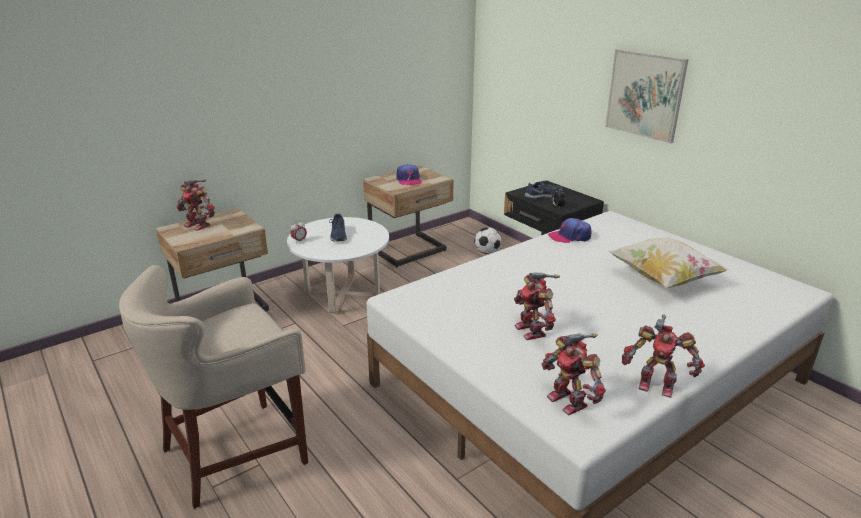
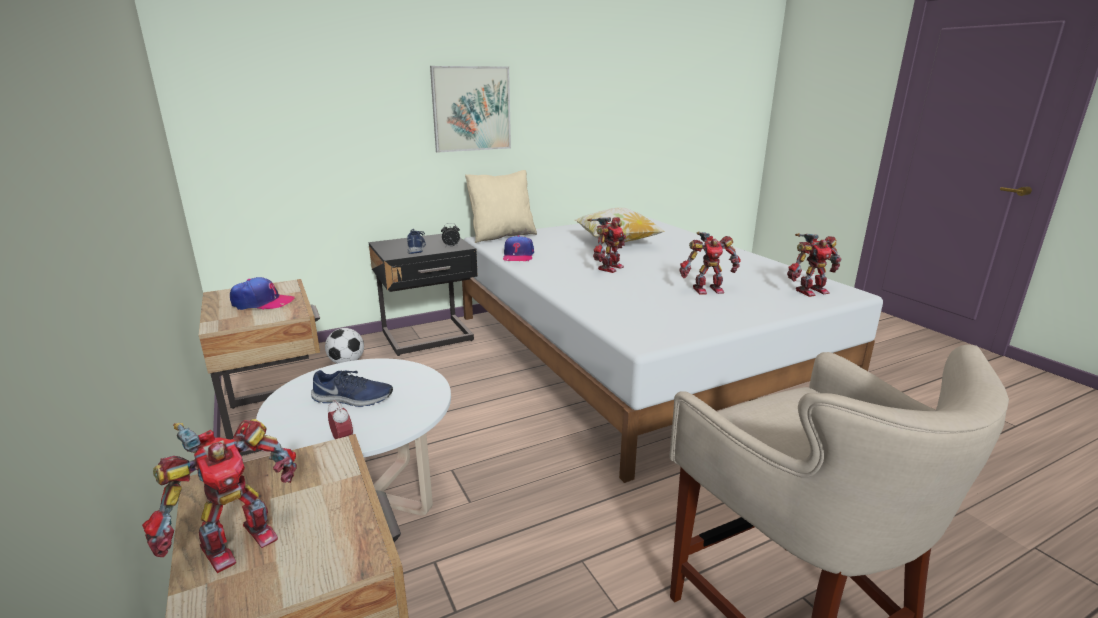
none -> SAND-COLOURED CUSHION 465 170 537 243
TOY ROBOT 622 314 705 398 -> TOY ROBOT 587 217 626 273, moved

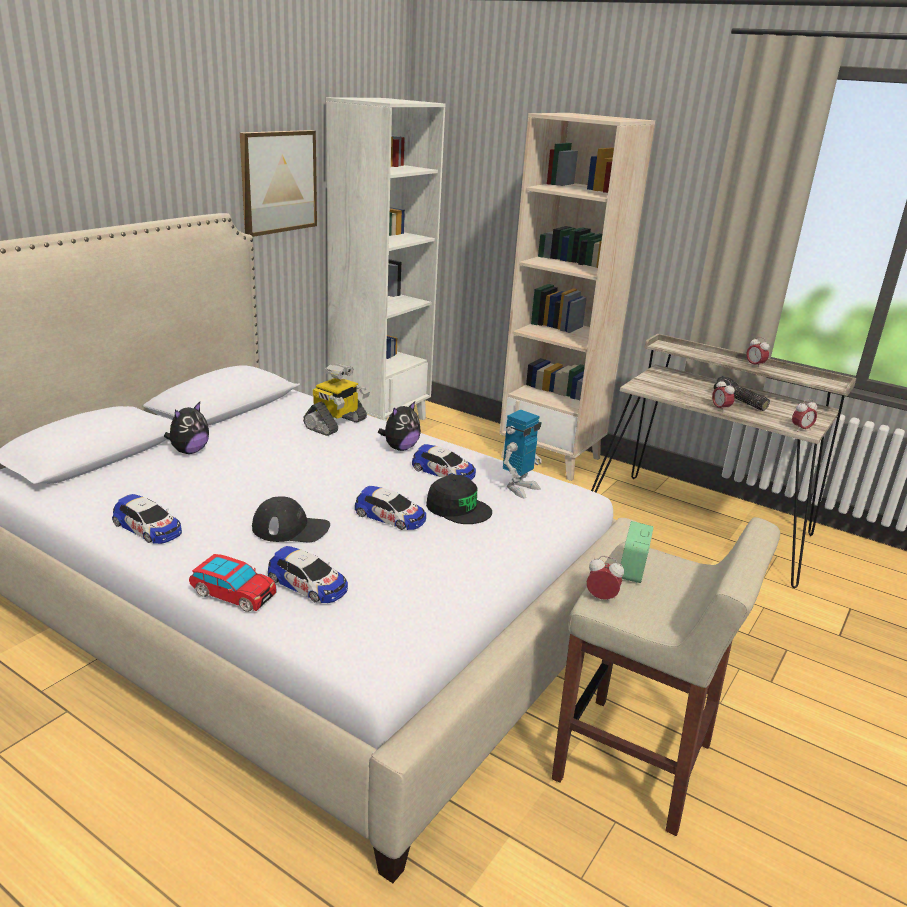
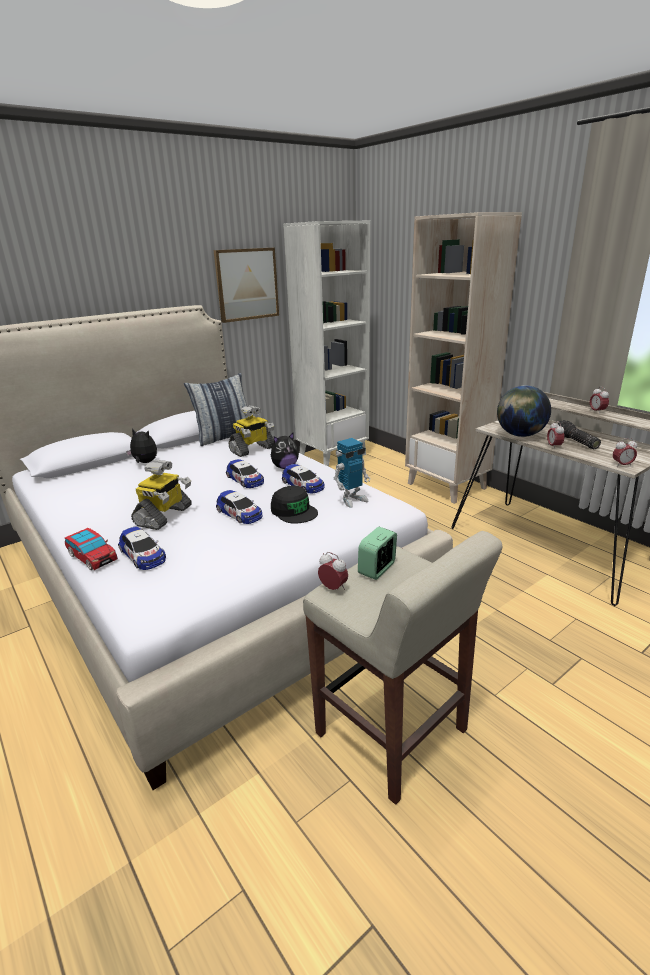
CUDDLY TOY 164 402 209 454 -> CUDDLY TOY 126 428 157 463, 120 degrees counterclockwise
BLACKISH PEAKED CAP 252 496 330 542 -> TOY ROBOT 131 460 192 530
none -> CUSHION 184 373 248 446
MODEL CAR 112 494 182 544 -> MODEL CAR 226 459 264 488, moved
none -> GLOBE 497 386 551 437

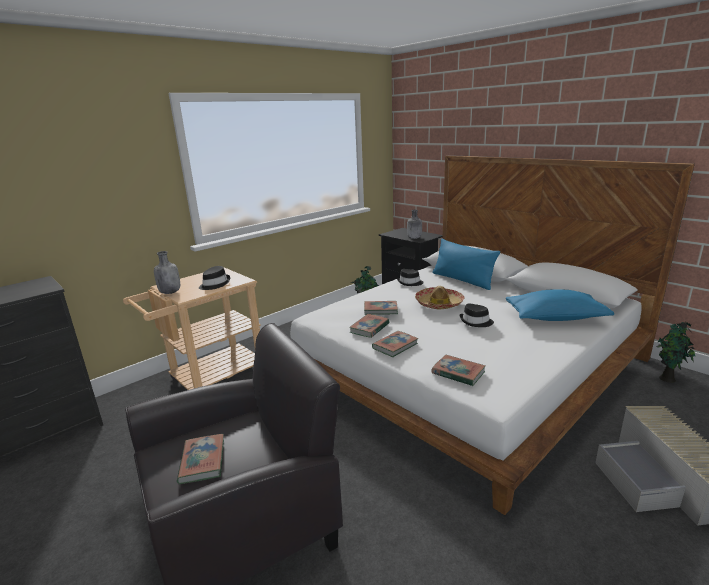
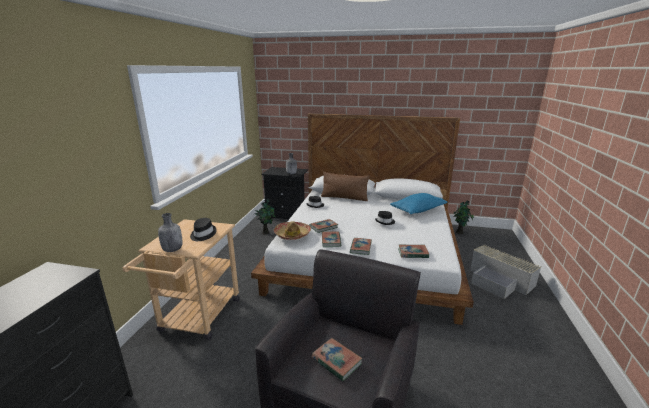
HAT 415 286 464 309 -> HAT 274 221 311 240, moved
BLUE-COLOURED CUSHION 433 239 500 290 -> BROWN CUSHION 321 172 370 201

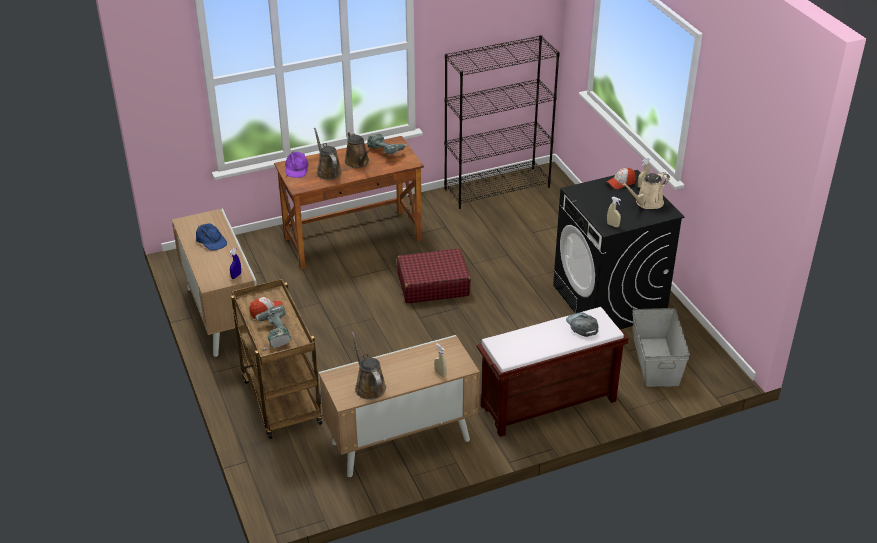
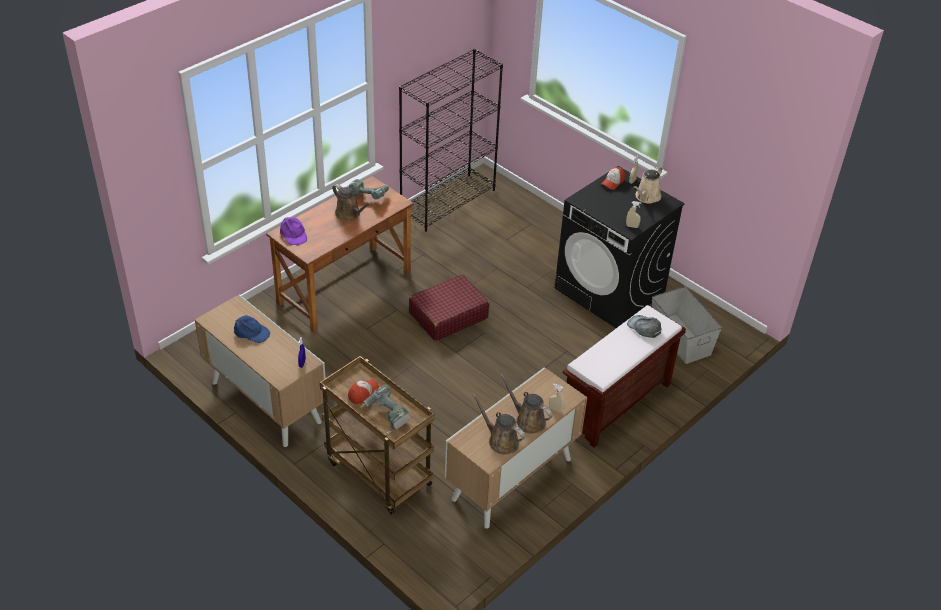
BROWN WATERING POT 314 128 342 180 -> BROWN WATERING POT 500 374 552 434, moved

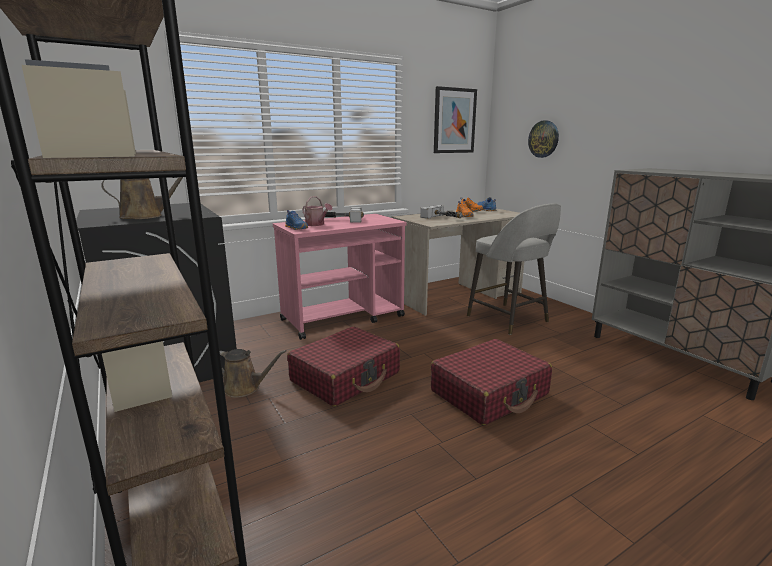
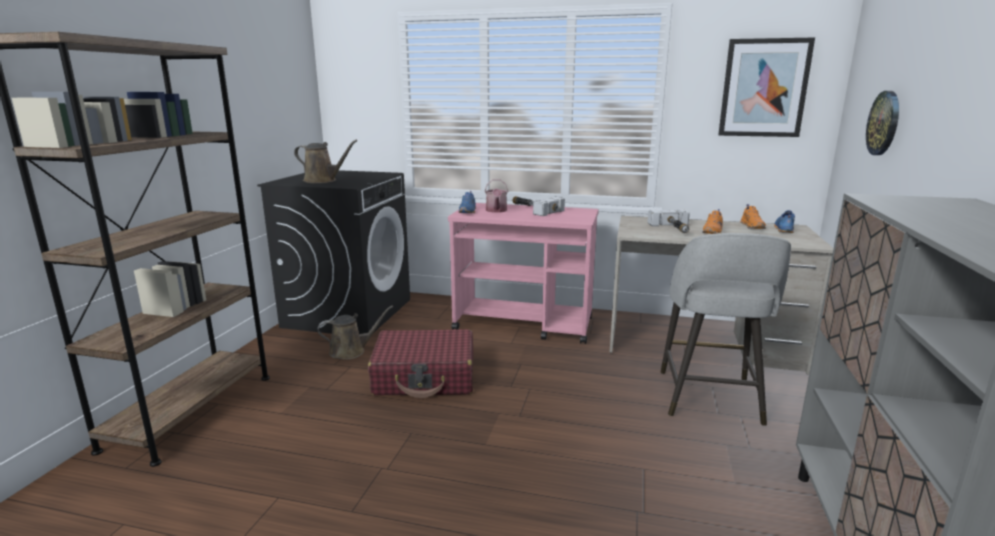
BROWN WATERING POT 220 349 287 398 -> BROWN WATERING POT 318 305 393 360, 75 degrees counterclockwise
REDDISH TRAVEL CASE 431 339 552 425 -> none

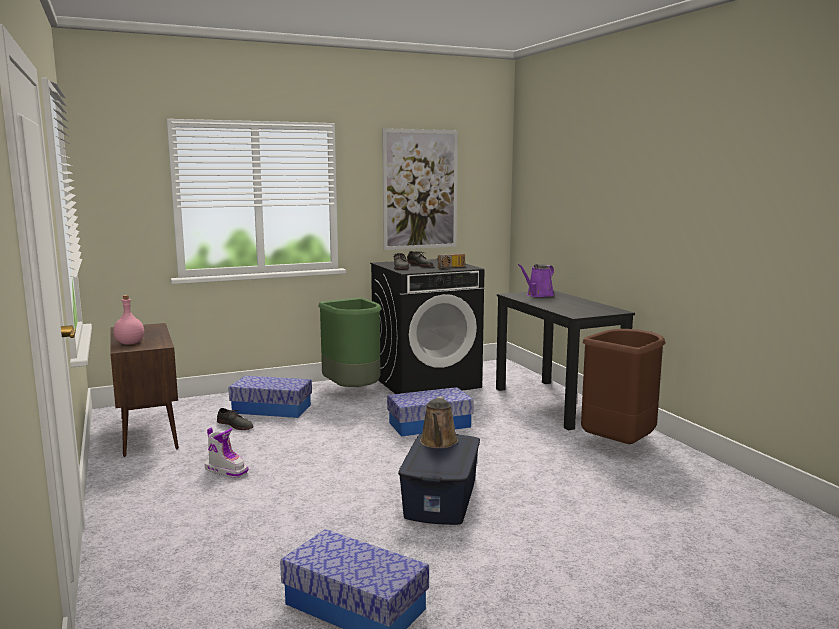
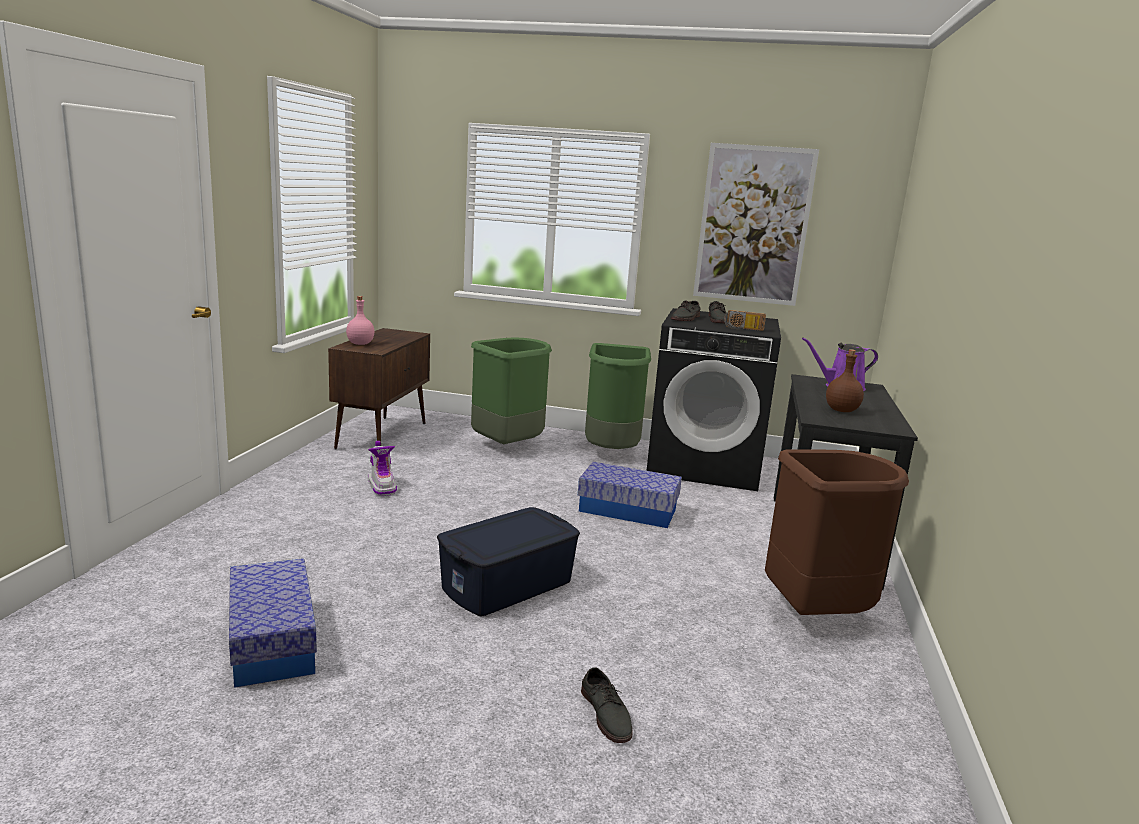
STORAGE BOX 228 376 312 418 -> GREENISH WASTE BIN 471 337 552 444
GREY ITEM OF FOOTWEAR 217 408 253 430 -> GREY ITEM OF FOOTWEAR 581 667 633 743, moved
none -> BROWN BOTTLE 826 349 864 412
BROWN WATERING POT 420 396 458 449 -> none

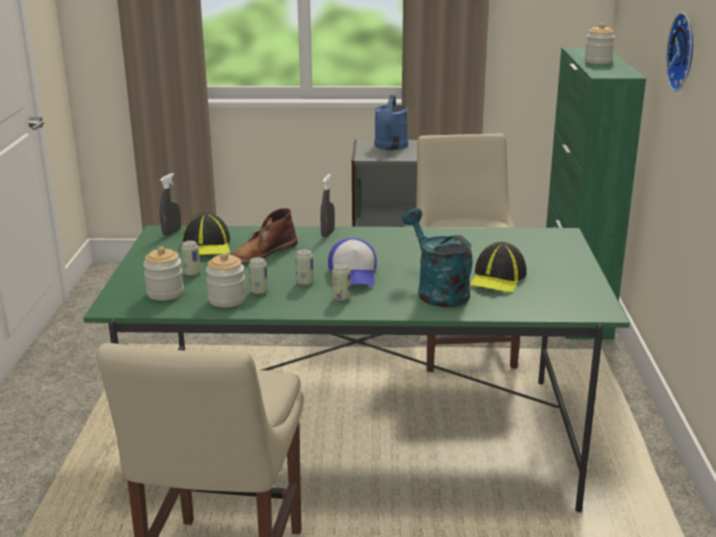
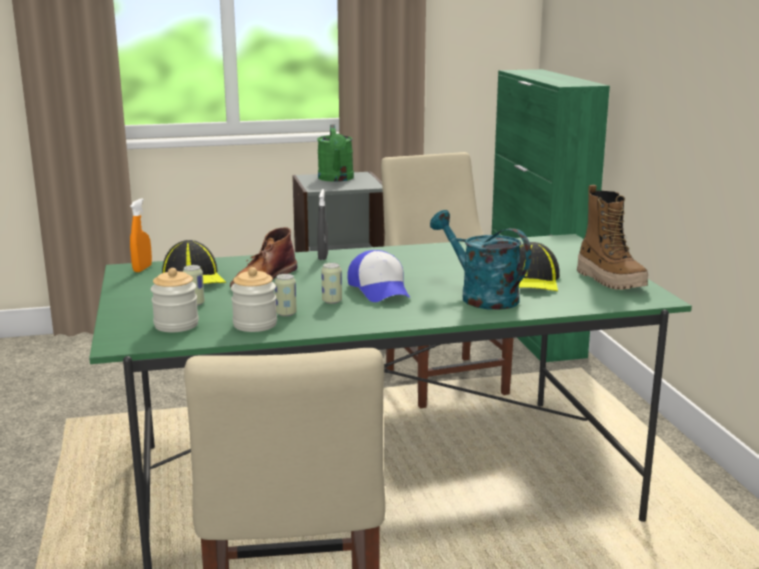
GREY HAND SPRAYER 160 173 181 236 -> ORANGE-COLOURED HAND SPRAYER 130 198 152 272
BLUE-COLOURED WATERING POT 374 95 408 150 -> GREENISH WATERING POT 317 125 354 182
none -> HIGH-TOP BOOT 577 185 648 290
CAN 332 263 351 301 -> none
PRESERVE JAR 584 23 615 64 -> none
WALL CLOCK 666 12 693 91 -> none

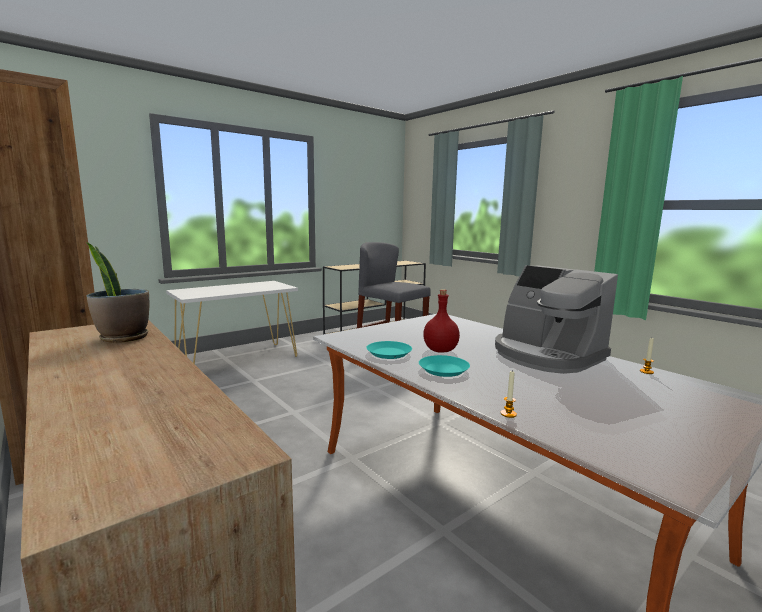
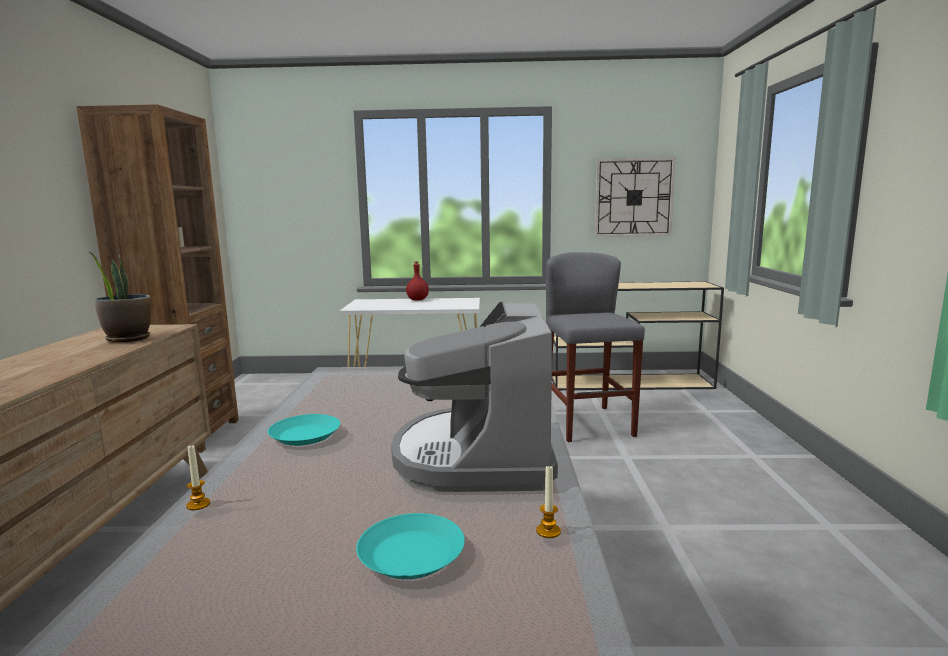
BLUE-GREEN DINNER PLATE 366 341 412 359 -> BLUE-GREEN DINNER PLATE 356 513 465 579, moved
REDDISH BOTTLE 423 289 460 353 -> REDDISH BOTTLE 406 261 429 301, moved
none -> WALL CLOCK 595 157 676 237

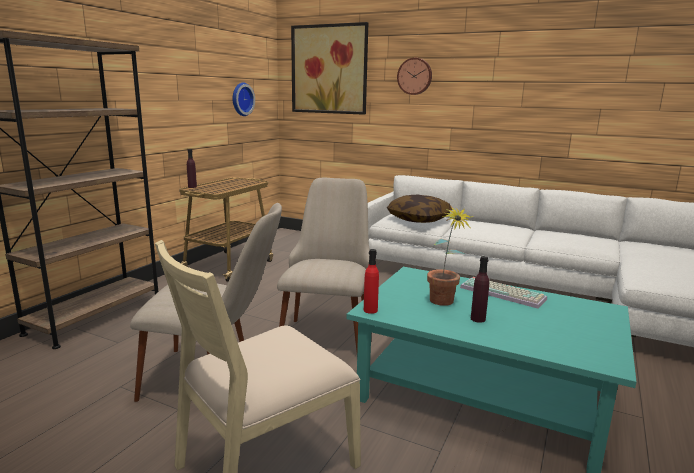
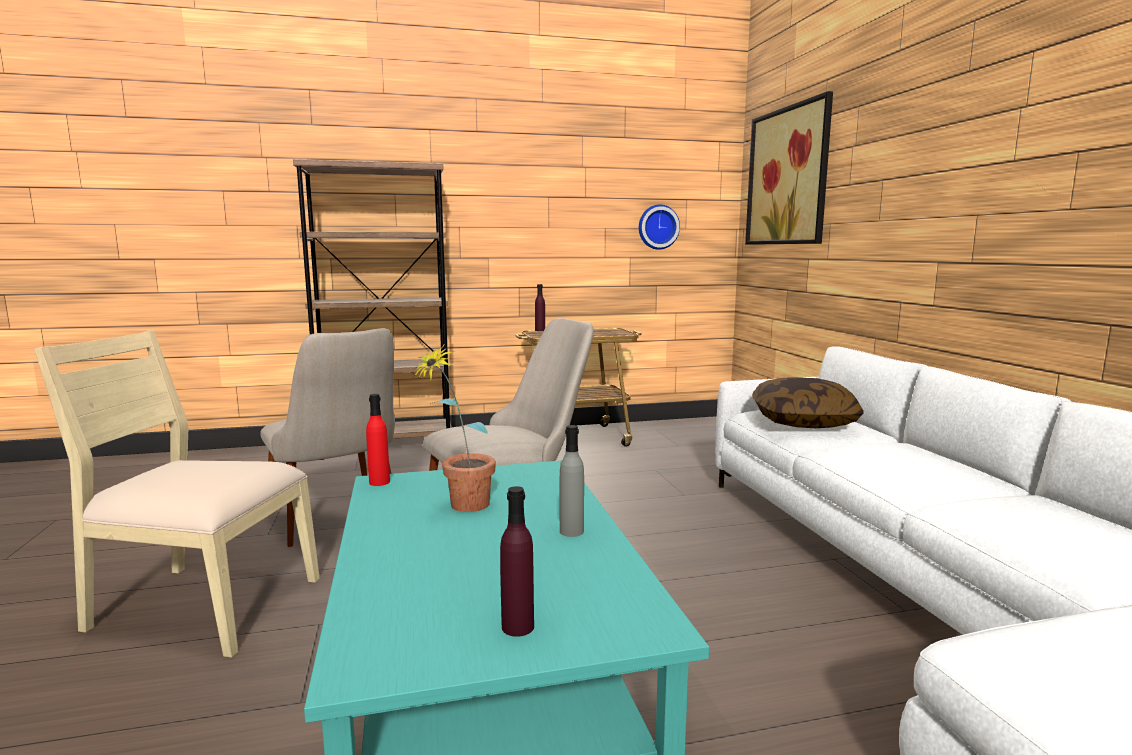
PURPLE BOTTLE 471 256 489 323 -> PURPLE BOTTLE 500 486 534 637, moved
COMPUTER KEYBOARD 460 277 547 309 -> GREY BOTTLE 560 425 584 537
WALL CLOCK 397 58 432 95 -> none

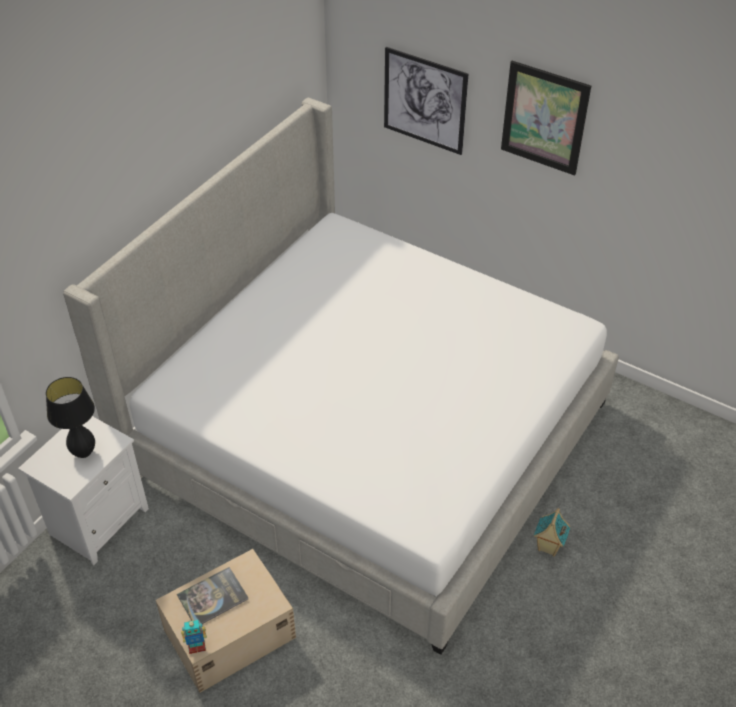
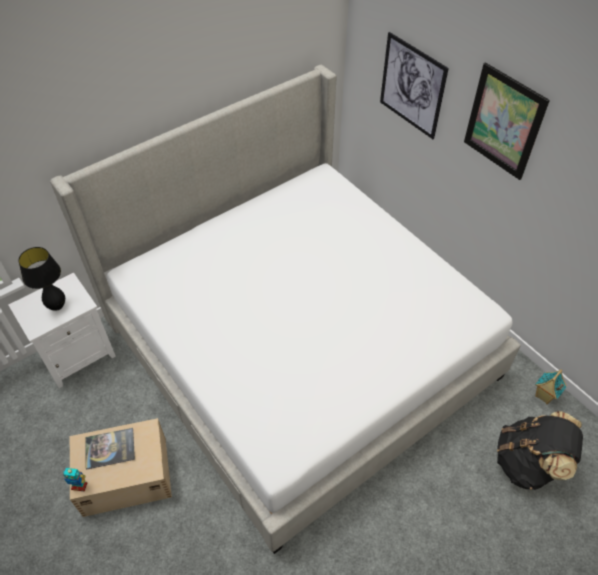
none -> BLACKISH KNAPSACK 497 411 583 490
MINIATURE HOUSE 534 508 570 556 -> MINIATURE HOUSE 535 369 567 404, moved

